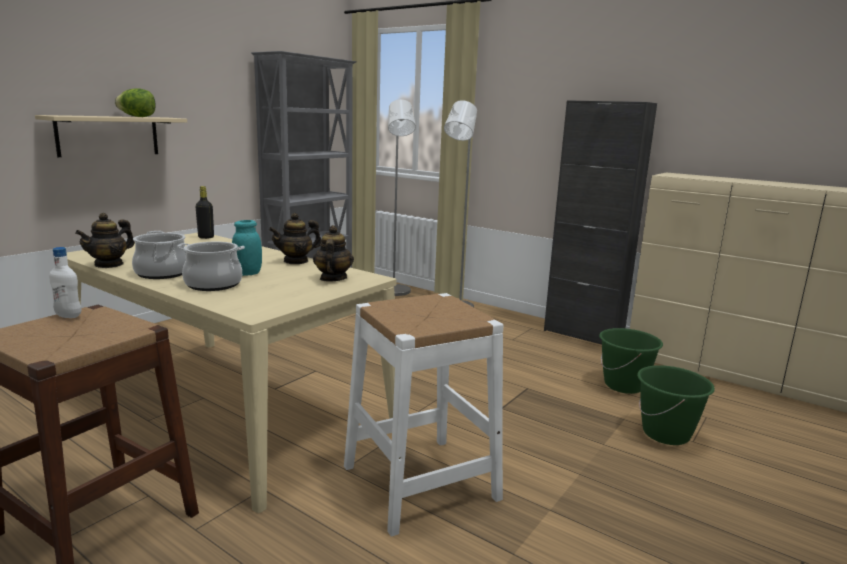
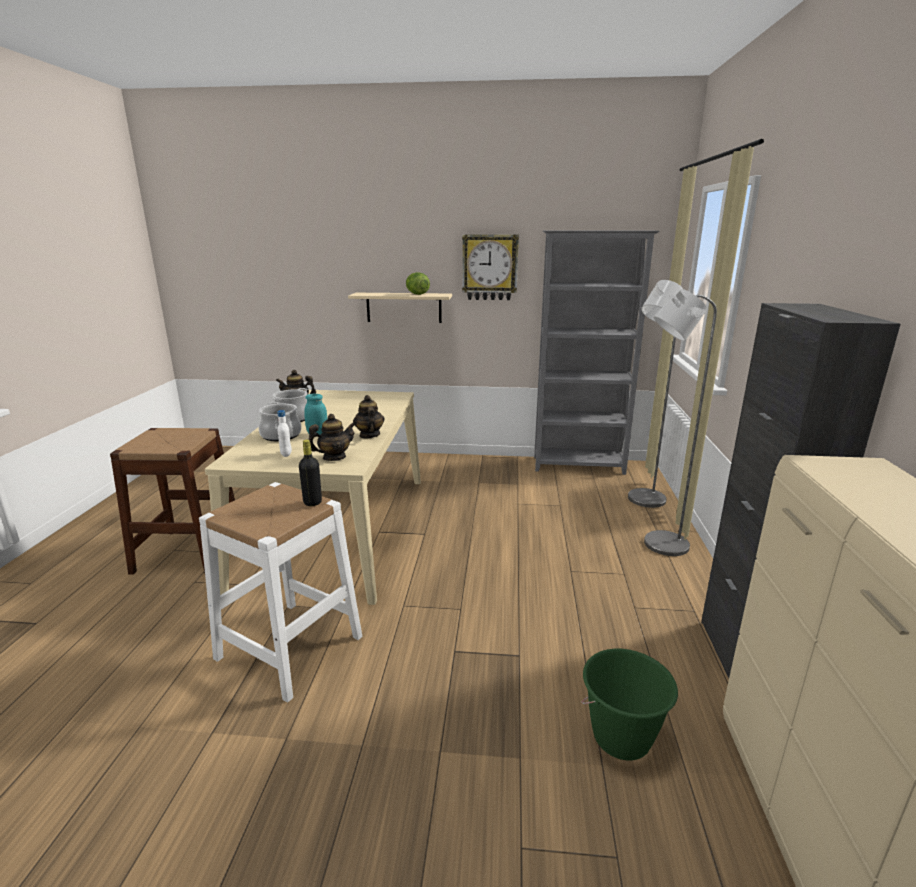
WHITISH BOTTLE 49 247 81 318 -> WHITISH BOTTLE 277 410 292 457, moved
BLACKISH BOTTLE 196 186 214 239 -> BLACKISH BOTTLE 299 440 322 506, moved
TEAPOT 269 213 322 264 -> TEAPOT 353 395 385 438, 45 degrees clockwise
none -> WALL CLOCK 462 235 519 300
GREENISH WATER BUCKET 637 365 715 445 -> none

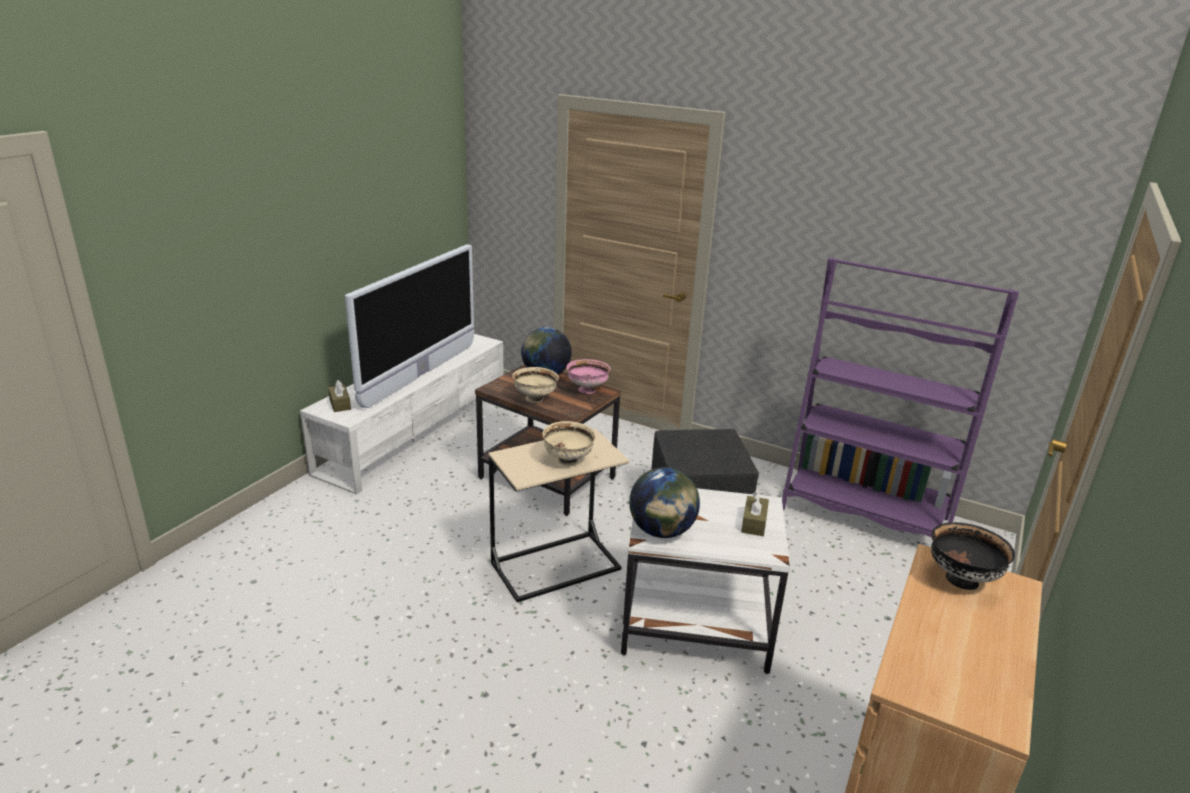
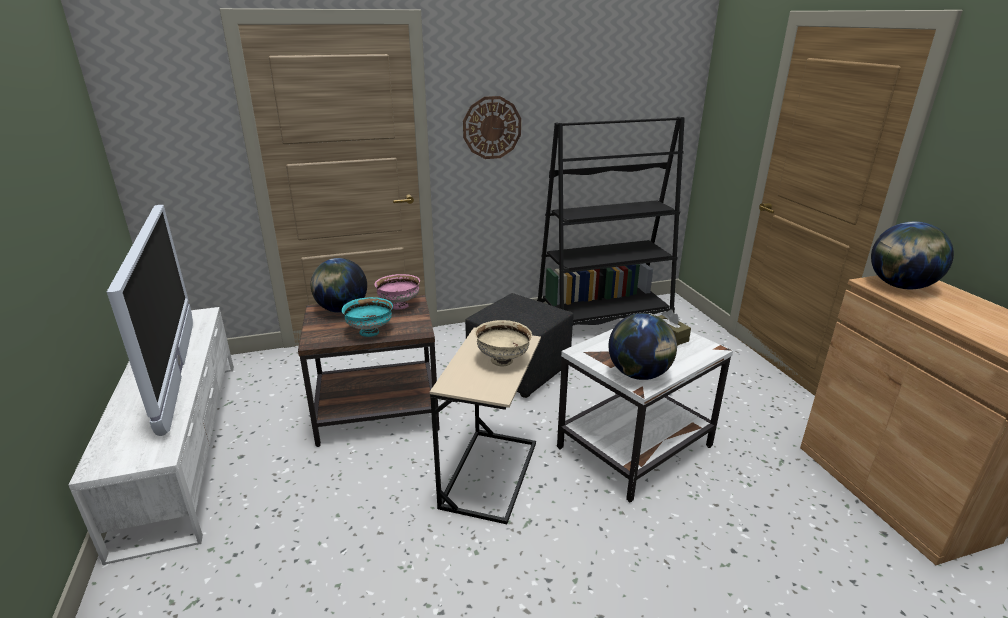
SAND-COLOURED DEEP DISH 512 367 559 403 -> BLUE-GREEN DEEP DISH 342 297 393 337
none -> WALL CLOCK 463 96 521 159
PURPLE SHELVING UNIT 782 257 1019 537 -> BLACKISH SHELVING UNIT 537 117 685 325
BLACKISH DEEP DISH 931 522 1015 590 -> GLOBE 871 221 954 289
BROWN TISSUE HOLDER 328 380 351 412 -> none

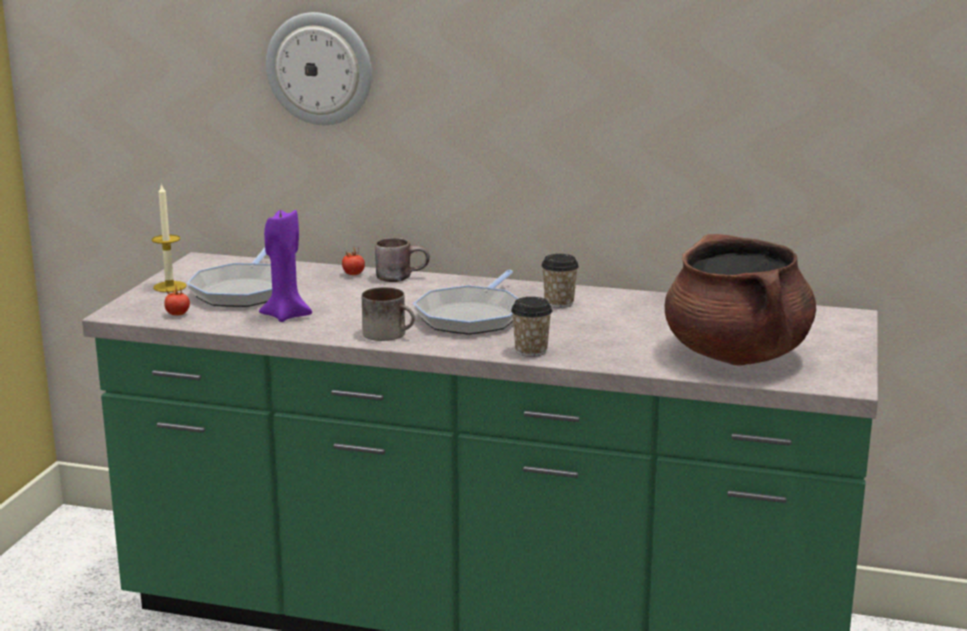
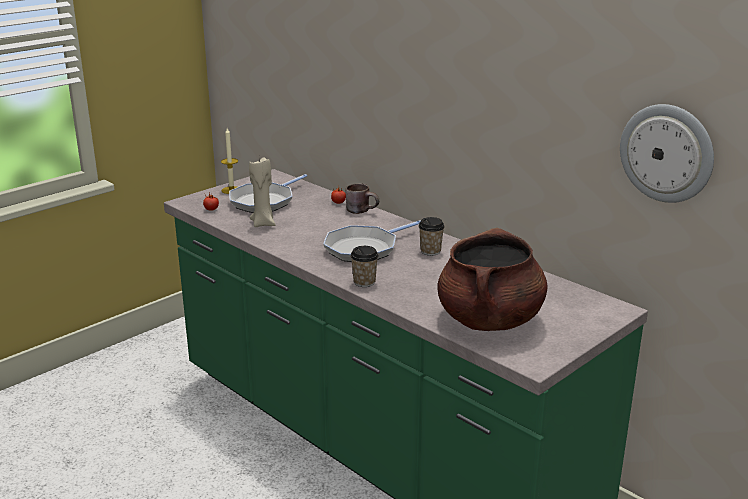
PURPLE WAX CANDLE 259 210 312 322 -> SAND-COLOURED WAX CANDLE 249 157 276 227
WALL CLOCK 266 12 372 125 -> WALL CLOCK 620 104 714 203, moved
MUG 362 287 415 341 -> none

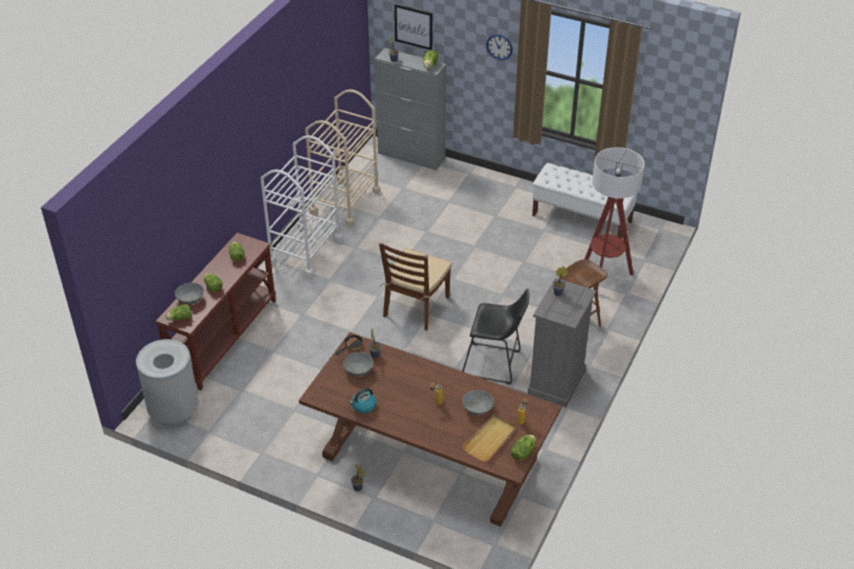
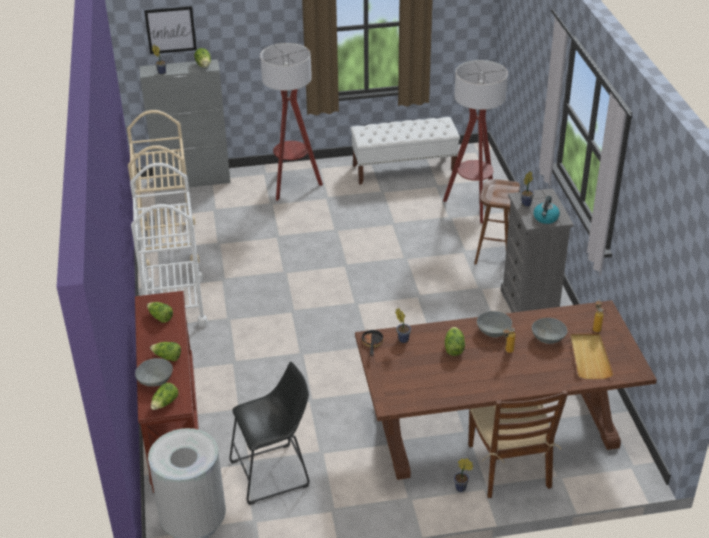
BLACKISH SITTING STOOL 462 289 529 385 -> BLACKISH SITTING STOOL 229 362 310 505, moved
none -> FLOOR LAMP 260 43 323 201
HEAD OF LETTUCE 511 435 536 460 -> HEAD OF LETTUCE 445 327 465 356, moved
BROWN PLAIN CHAIR 379 242 452 330 -> BROWN PLAIN CHAIR 468 390 568 498, moved
GREY DEEP DISH 343 352 373 376 -> GREY DEEP DISH 477 311 512 338, moved
KETTLE 350 388 377 413 -> KETTLE 533 196 560 224, moved
WALL CLOCK 486 34 513 60 -> none

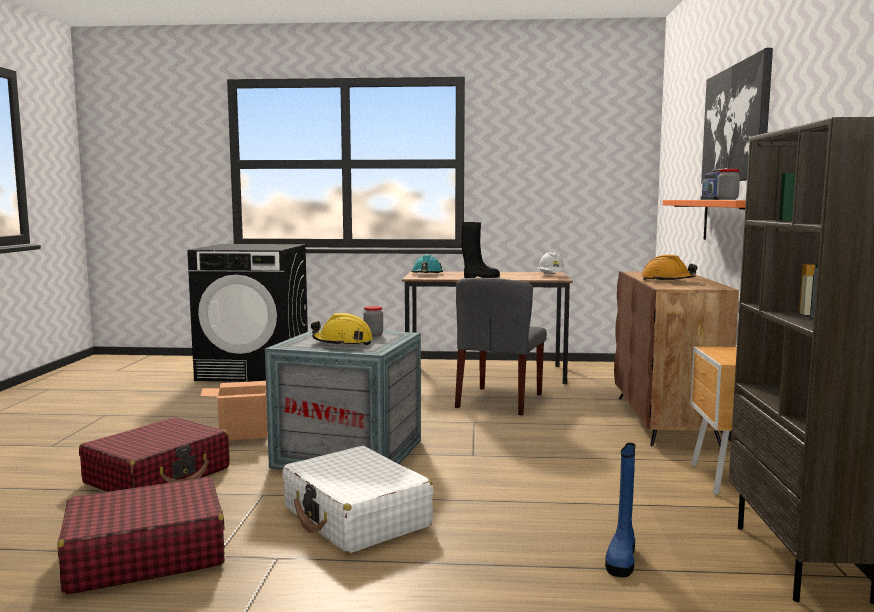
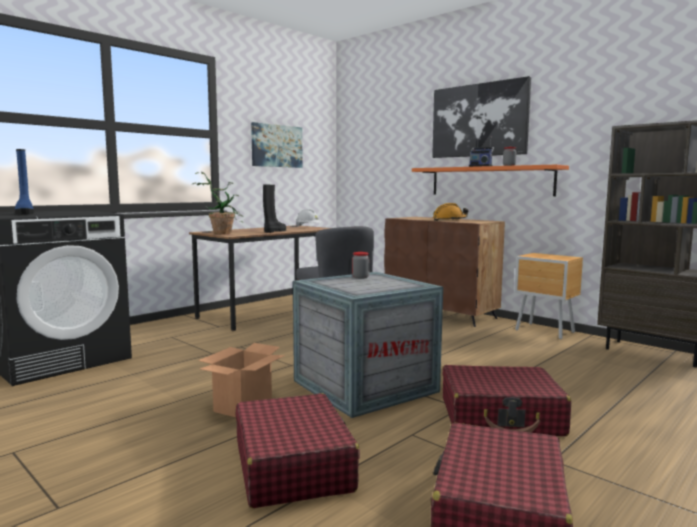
BLUE-COLOURED HIGH-TOP BOOT 605 443 636 577 -> BLUE-COLOURED HIGH-TOP BOOT 15 149 34 214, moved
BLUE-GREEN SAFETY HELMET 411 255 443 273 -> PLANT IN A POT 191 172 244 234
none -> WALL ART 251 122 303 168
WHITISH TRAVEL CASE 282 446 433 554 -> REDDISH TRAVEL CASE 443 365 571 436
YELLOW SAFETY HELMET 311 313 373 346 -> none

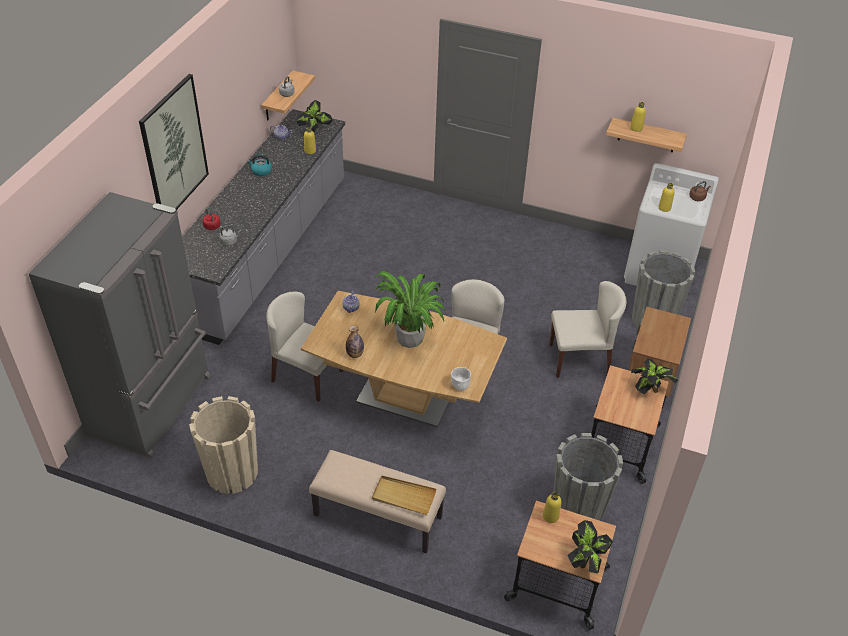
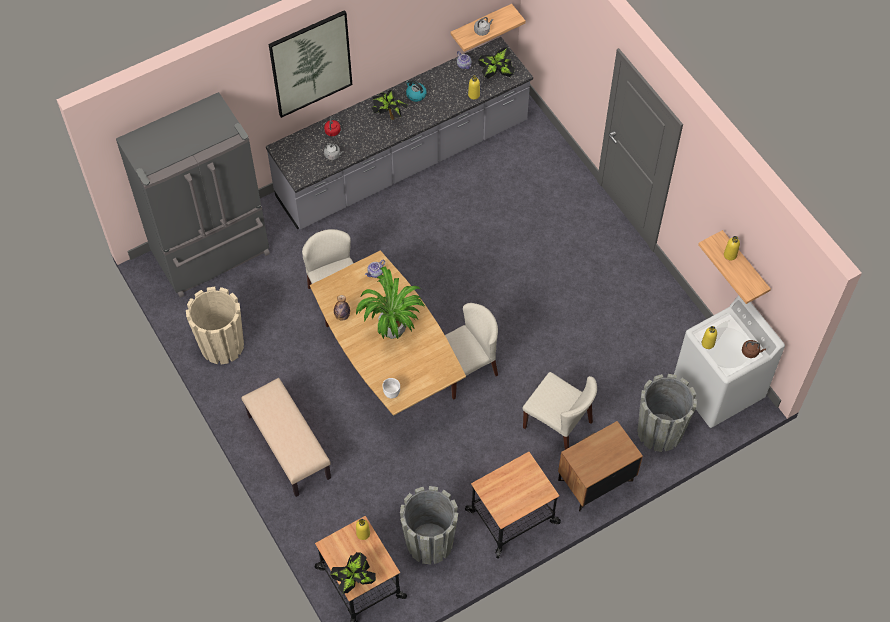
PLANT IN A POT 631 359 678 394 -> PLANT IN A POT 372 90 408 120, moved
SAND-COLOURED CARRYING TRAY 372 476 436 515 -> none

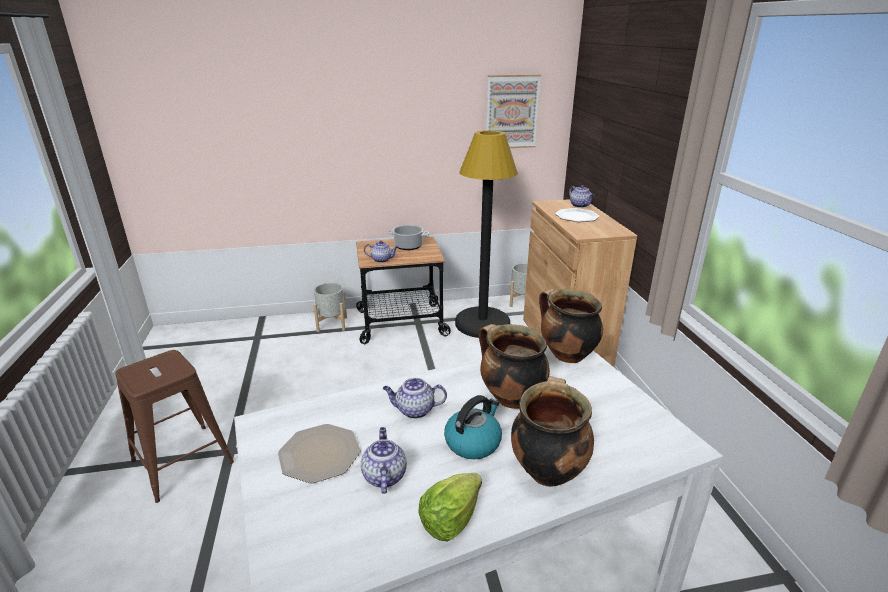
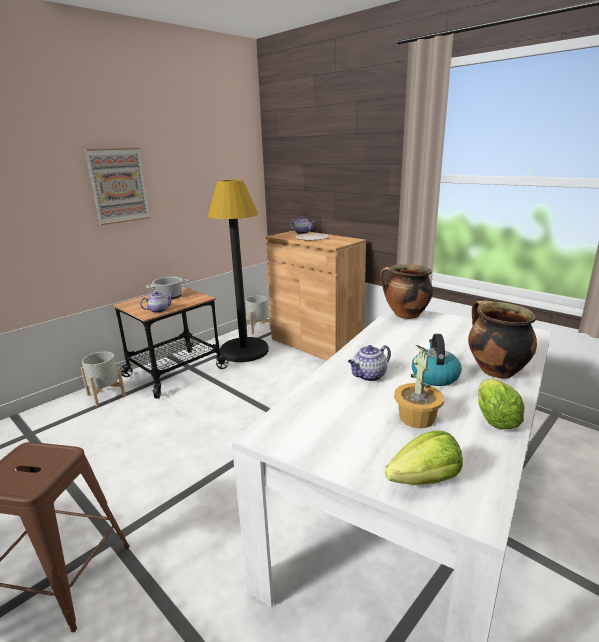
WALL ART 486 74 541 148 -> WALL ART 84 148 150 225, moved
none -> HEAD OF LETTUCE 385 431 463 485
TEAPOT 361 427 407 494 -> PLANT IN A POT 394 345 444 428
DINNER PLATE 278 424 361 483 -> none
SAUCEPOT 479 324 550 409 -> none

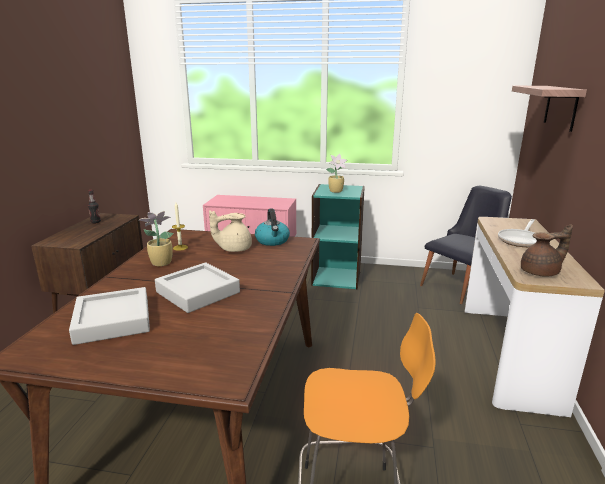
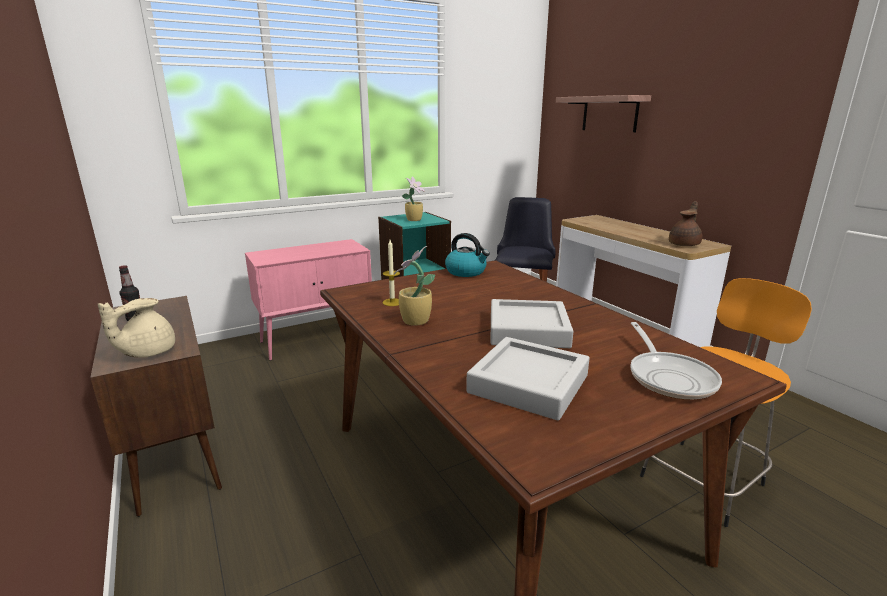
SAND-COLOURED TEAPOT 209 210 252 252 -> SAND-COLOURED TEAPOT 98 298 175 358, moved
FRYING PAN 498 219 537 247 -> FRYING PAN 630 322 722 400, moved

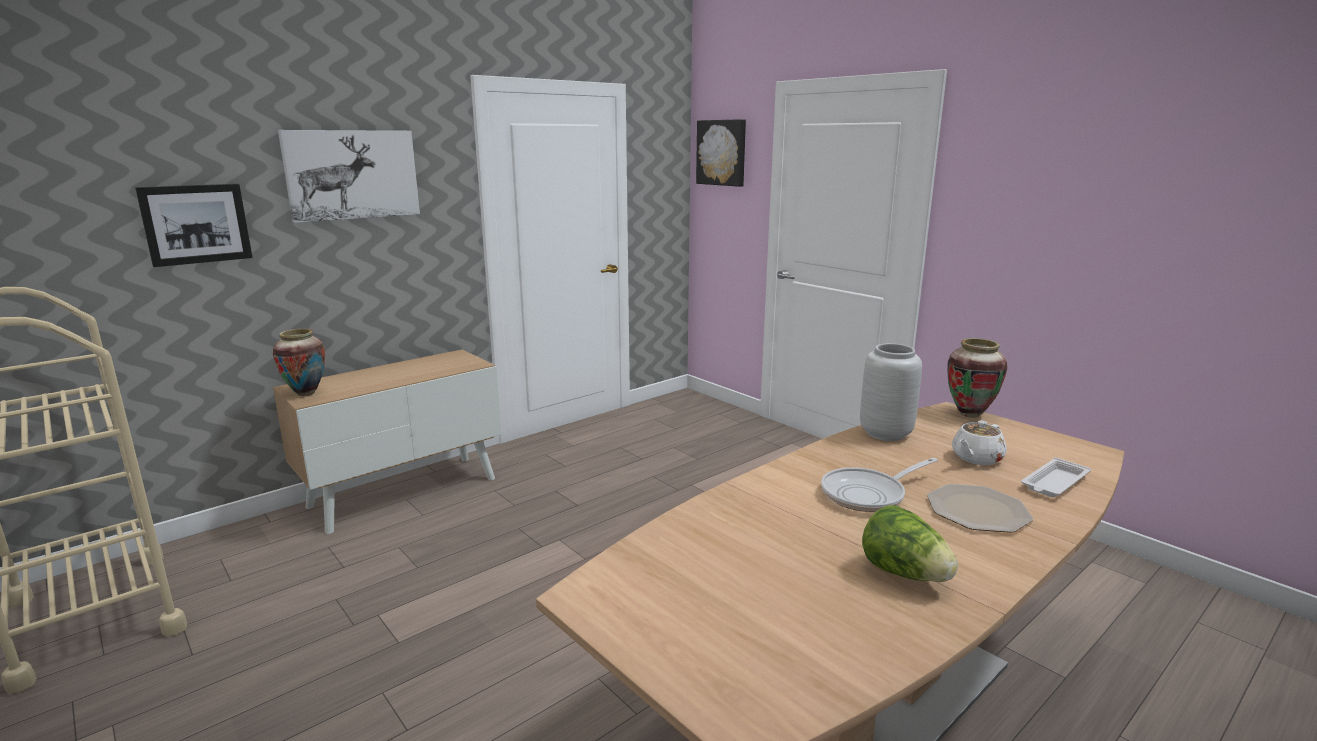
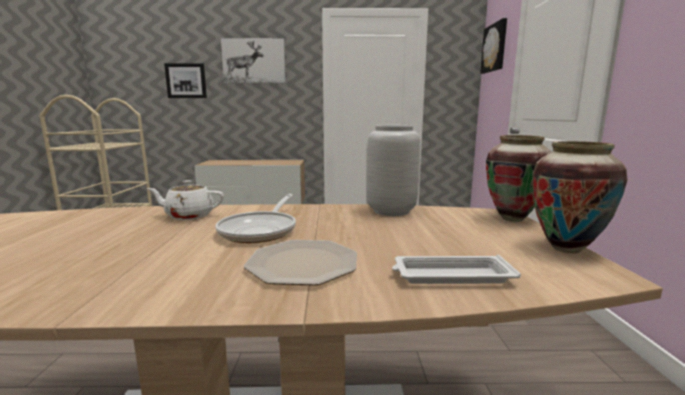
WHITISH TEAPOT 952 421 1007 465 -> WHITISH TEAPOT 147 180 224 220, moved
FRYING PAN 821 458 938 512 -> FRYING PAN 215 194 296 243, 90 degrees counterclockwise
VASE 273 329 325 396 -> VASE 532 141 627 253, moved
HEAD OF LETTUCE 862 505 958 582 -> none

